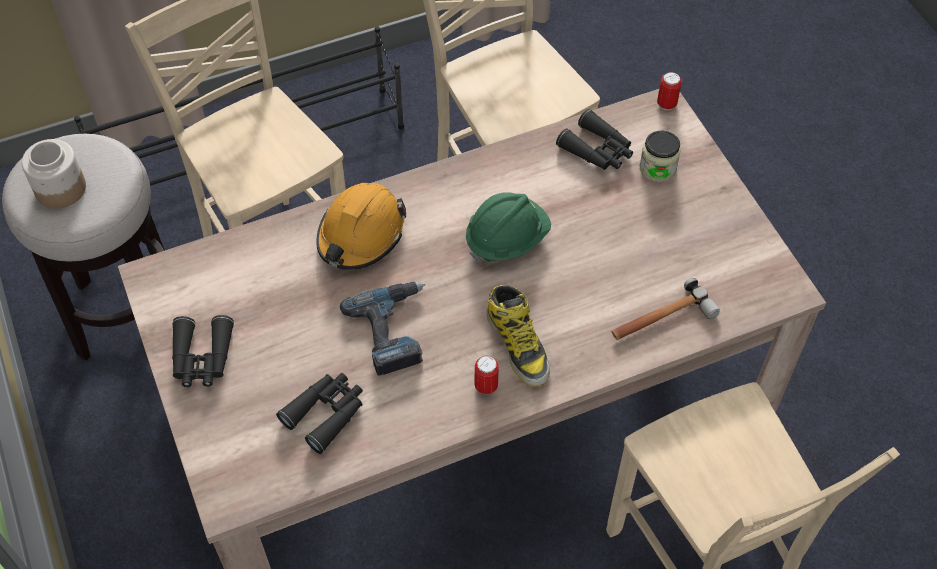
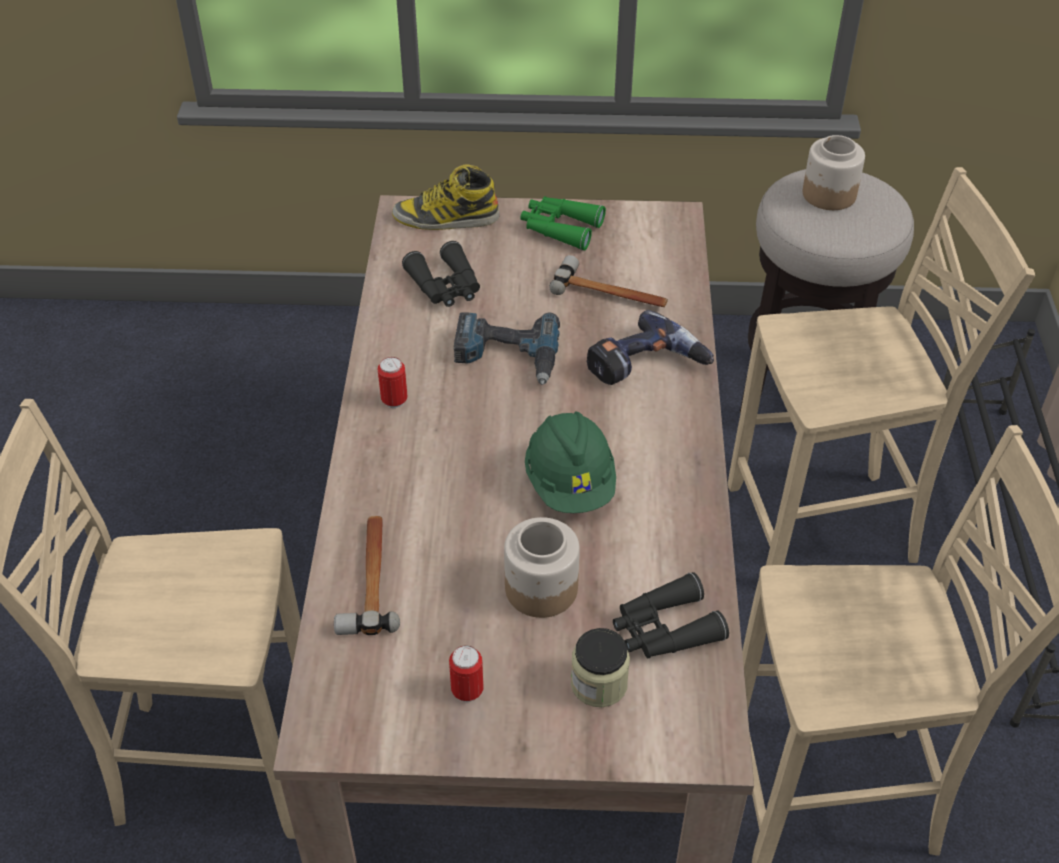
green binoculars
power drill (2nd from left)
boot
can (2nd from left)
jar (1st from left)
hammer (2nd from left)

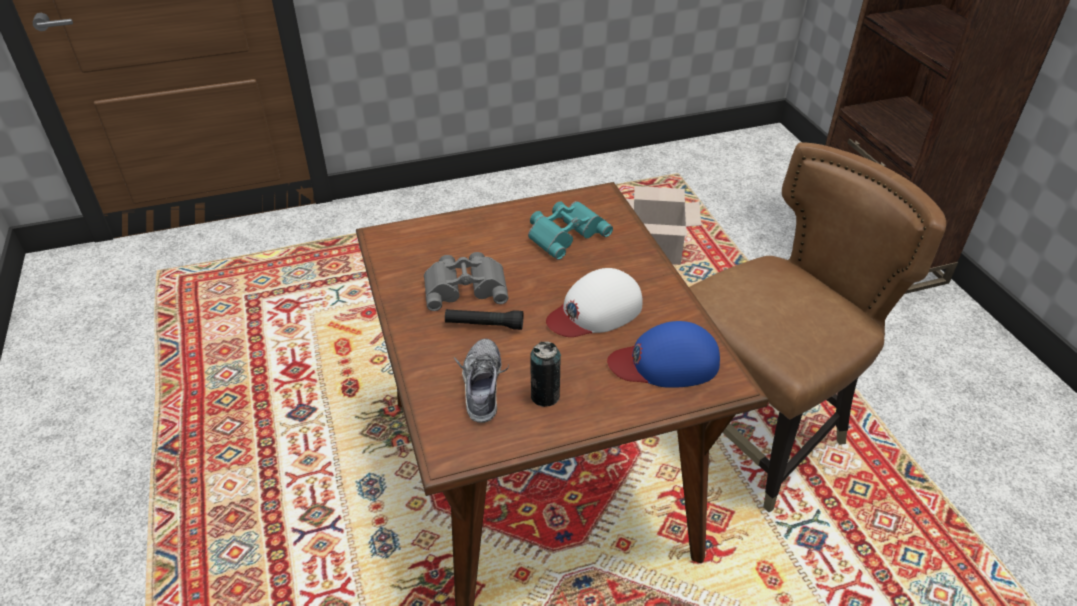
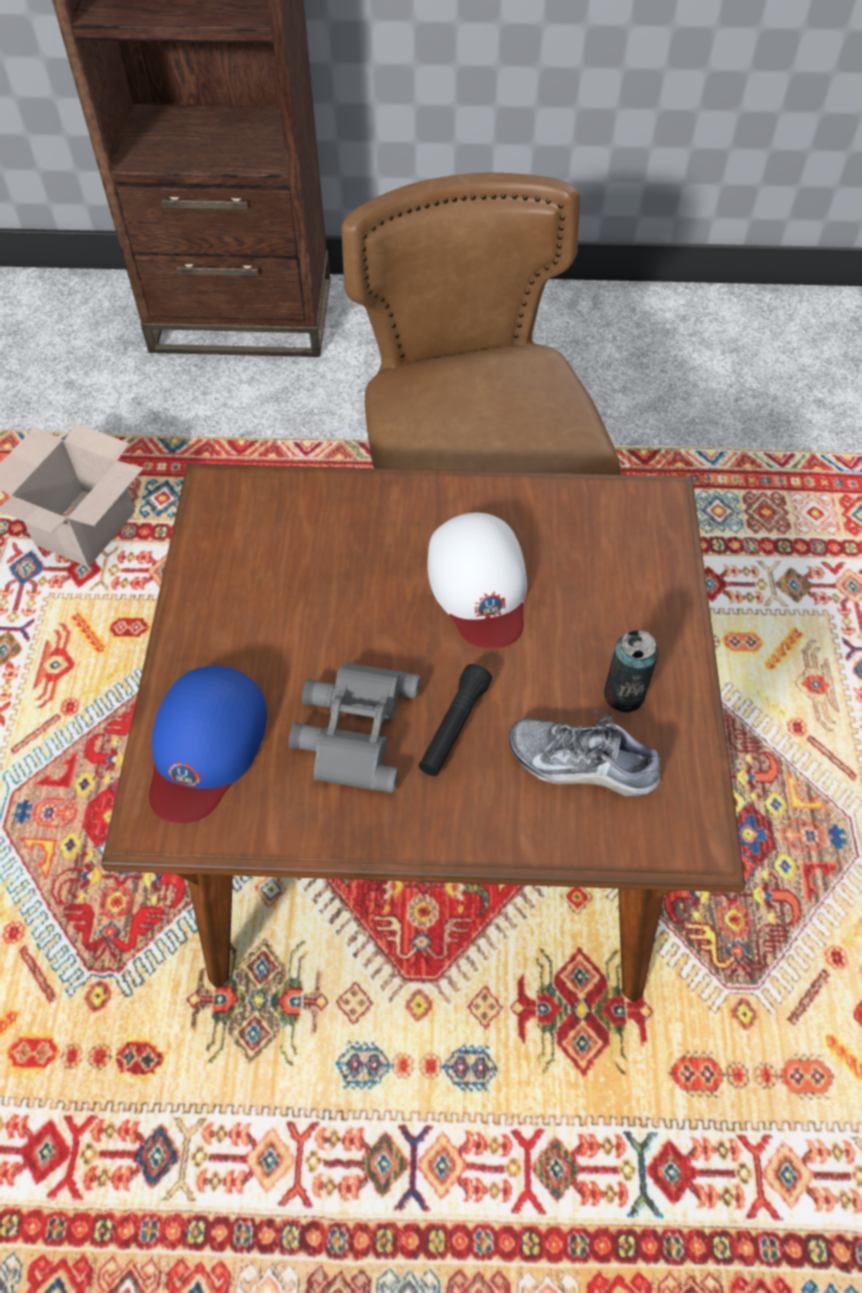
turquoise binoculars
blue cap

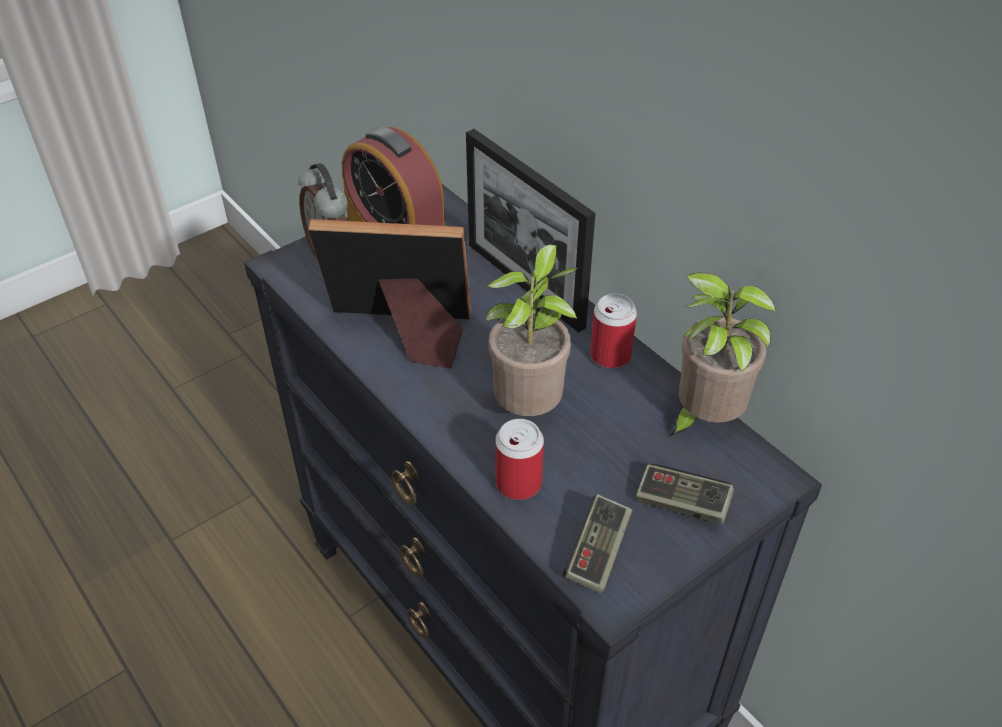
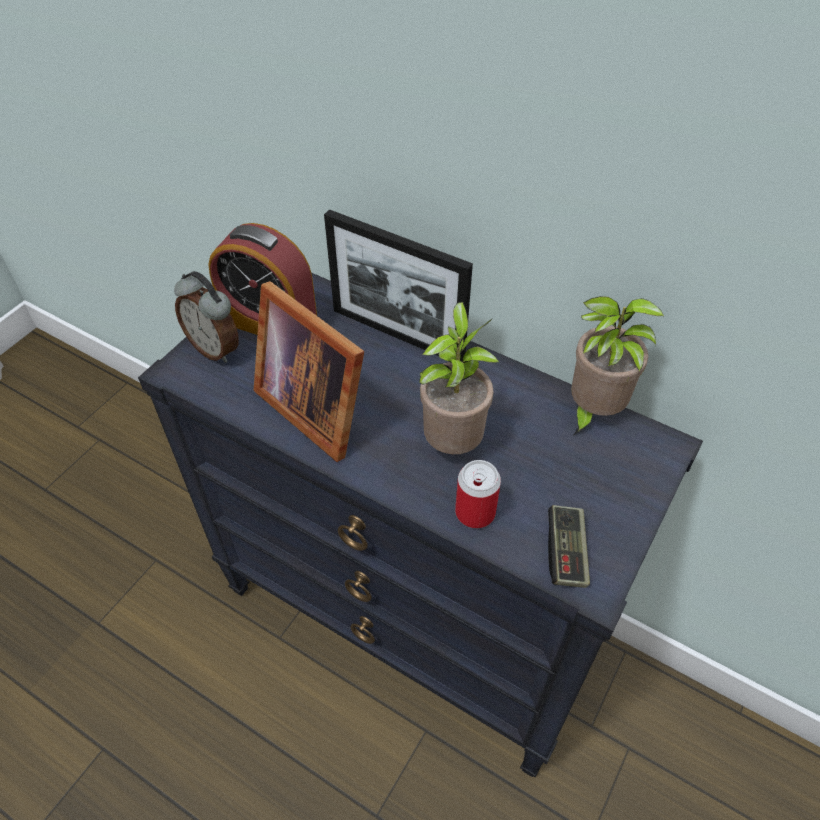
picture frame (1st from left)
can (2nd from left in the first image)
game controller (2nd from left in the first image)

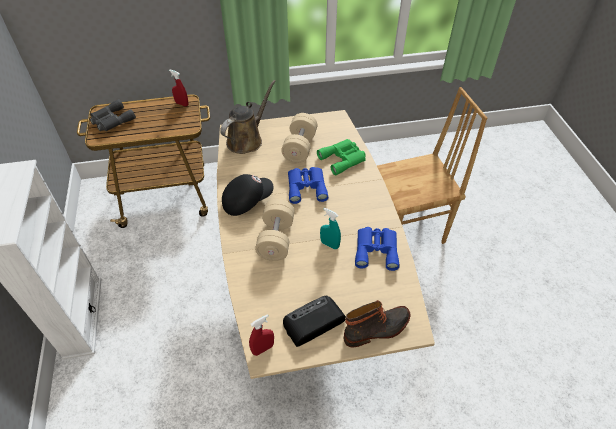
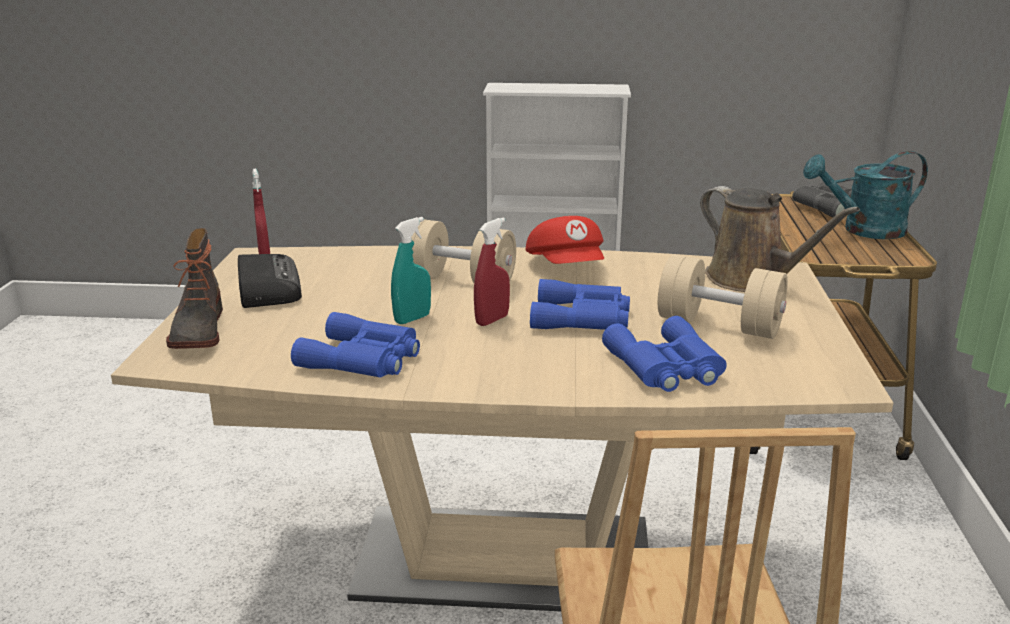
red spray bottle (2nd from left)
red cap
blue binoculars (3rd from left)
turquoise watering can

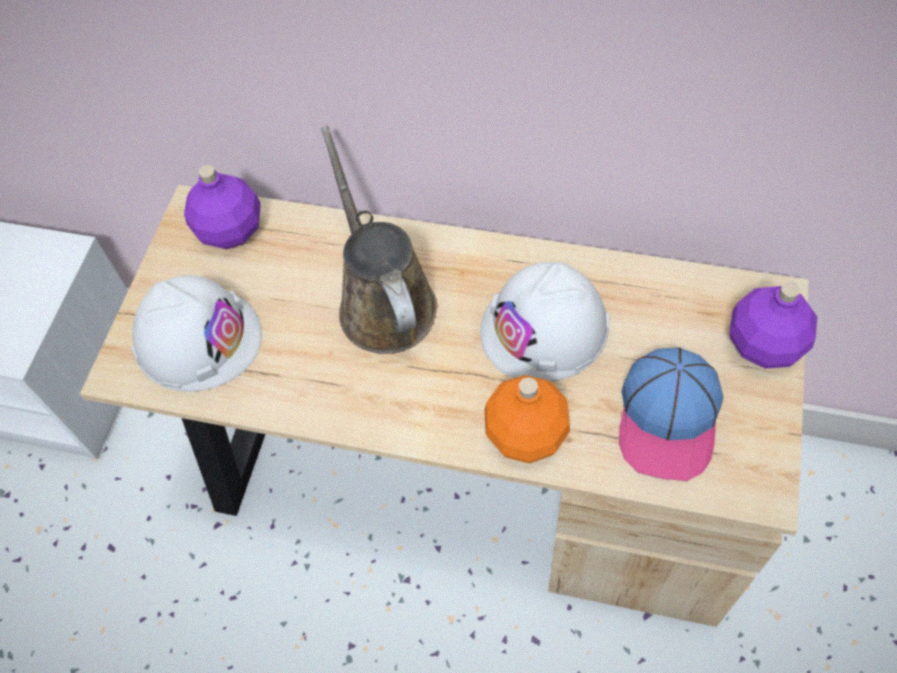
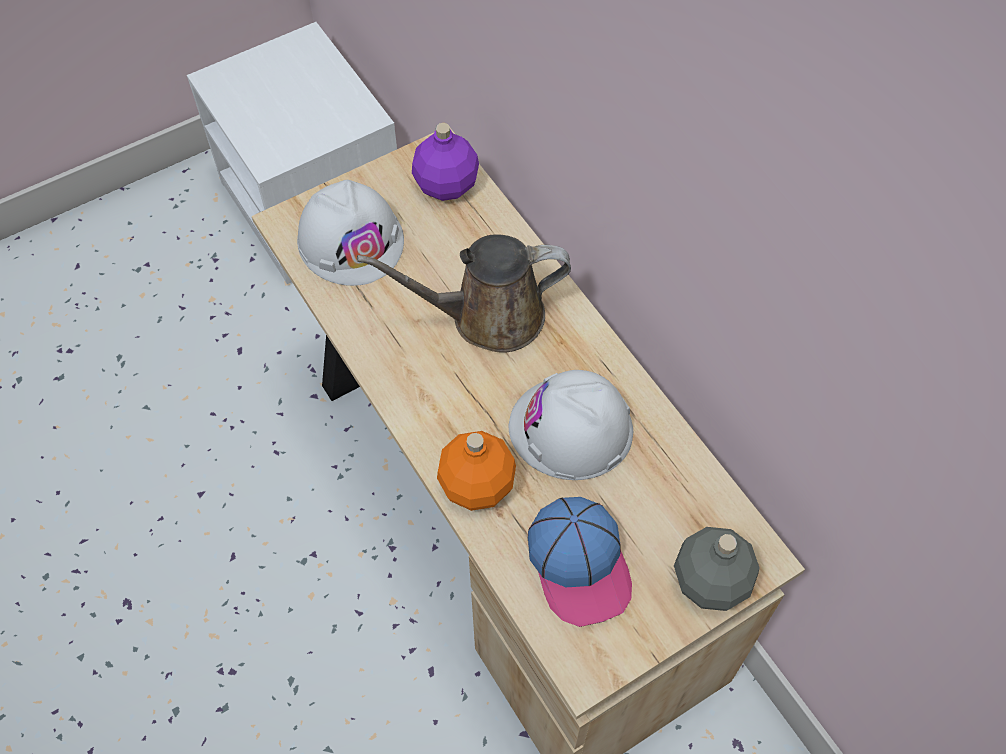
brown watering can
cap
grey bottle

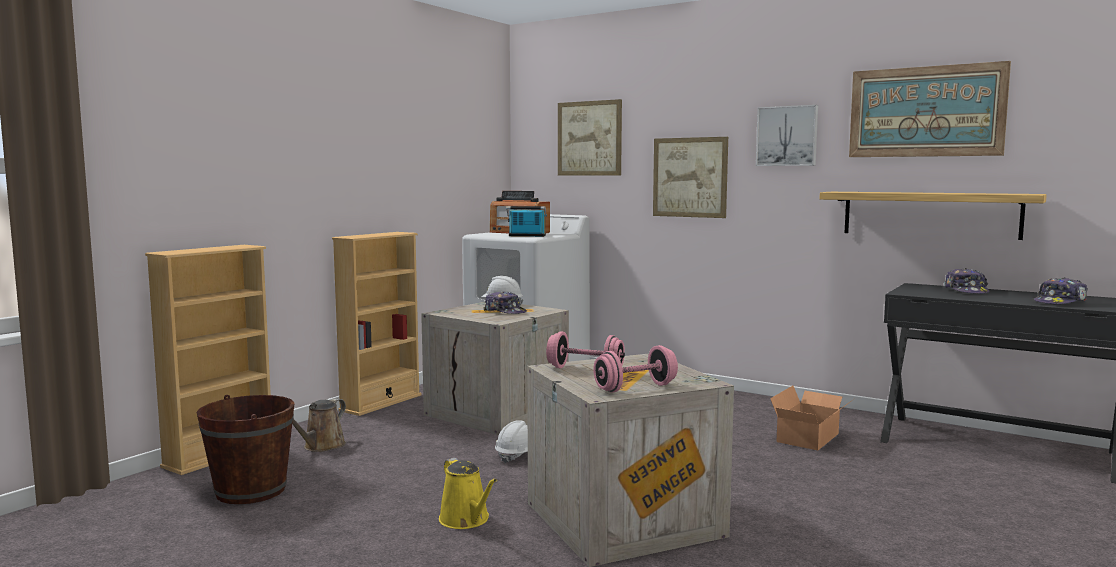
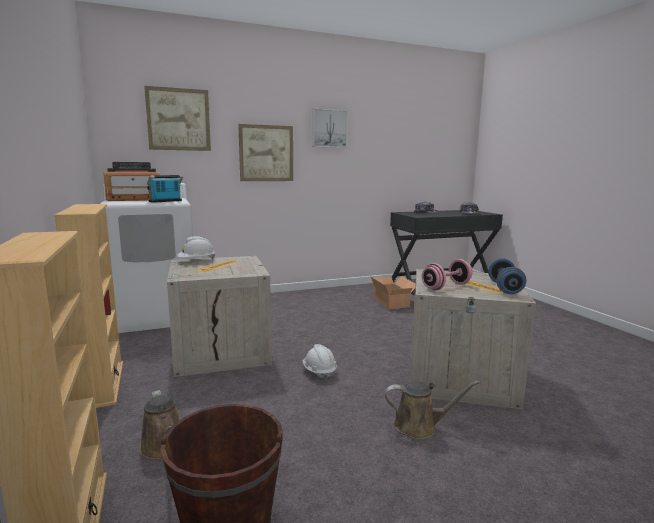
brown watering can (2nd from left)
cap (1st from left in the first image)
blue dumbbell
shelf
picture (4th from left in the first image)

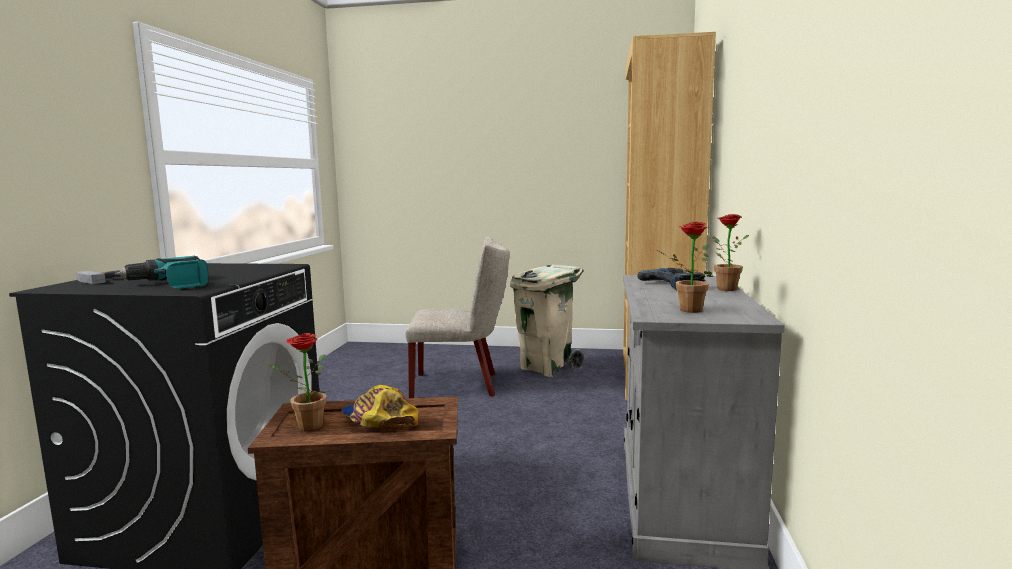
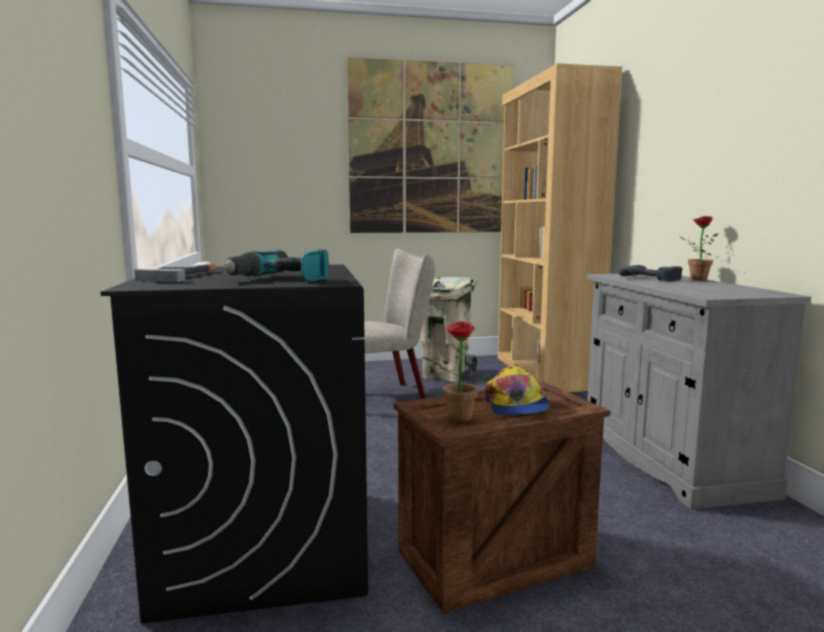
cap
potted plant (2nd from left in the first image)
picture

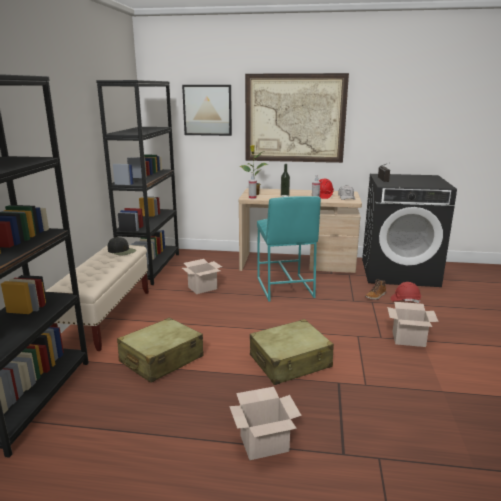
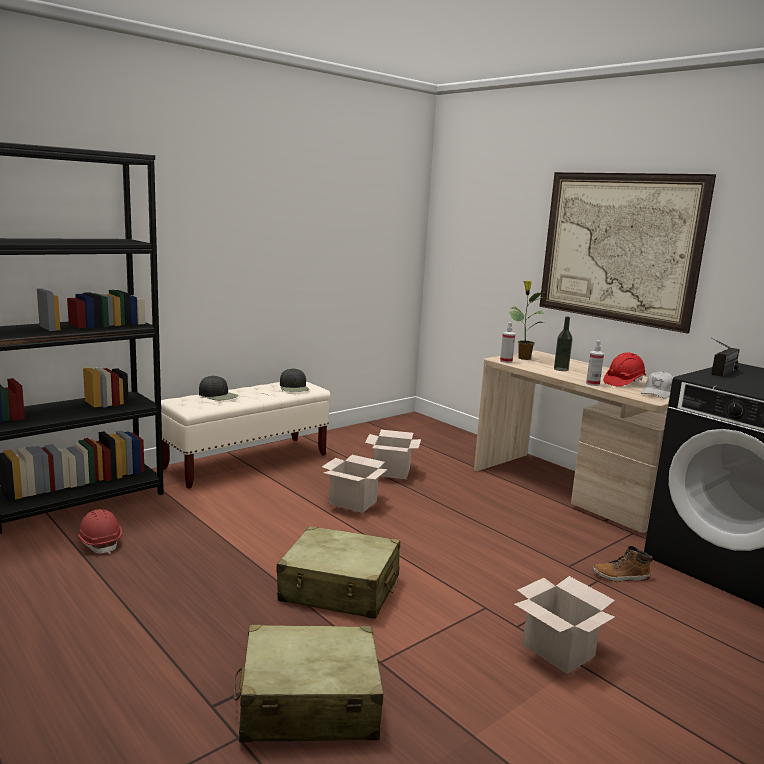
black bookcase (2nd from left in the first image)
beige suitcase (1st from left)
picture (1st from left in the first image)
cardboard box (1st from left)
turquoise stool
red hard hat (1st from left)
black cap (1st from left)

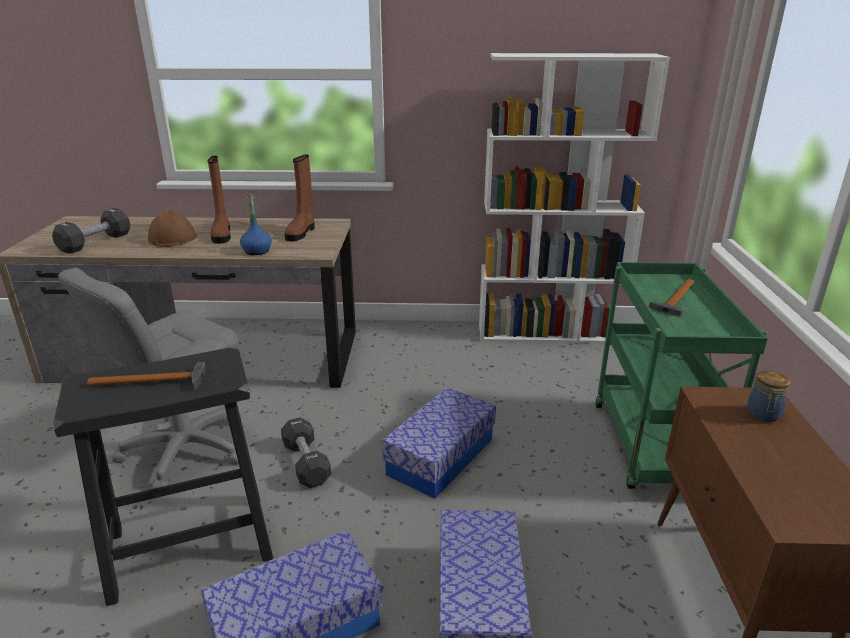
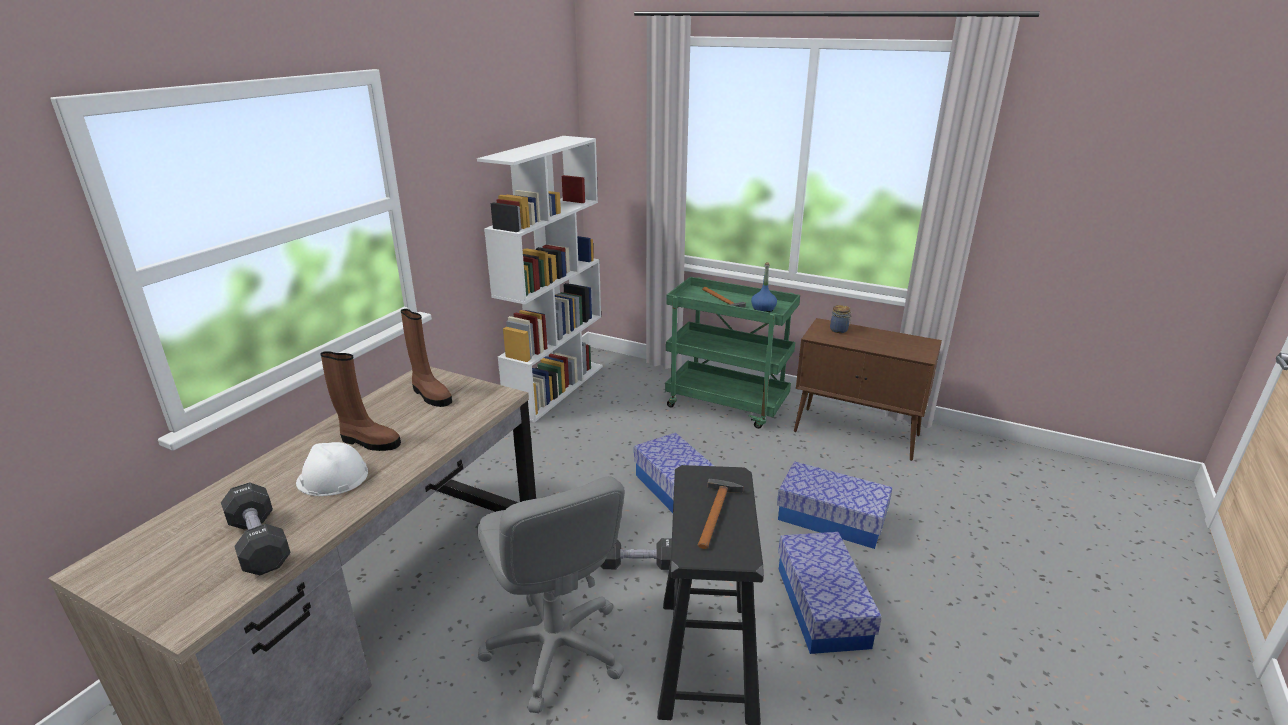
white hard hat
blue bottle

